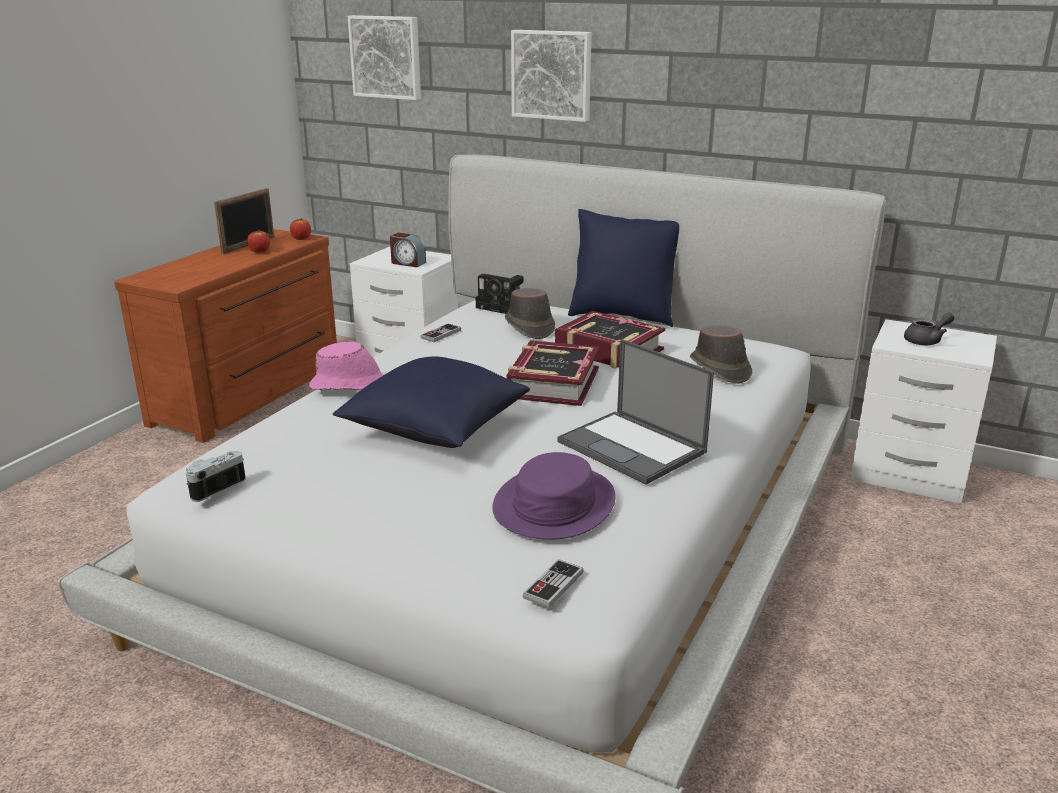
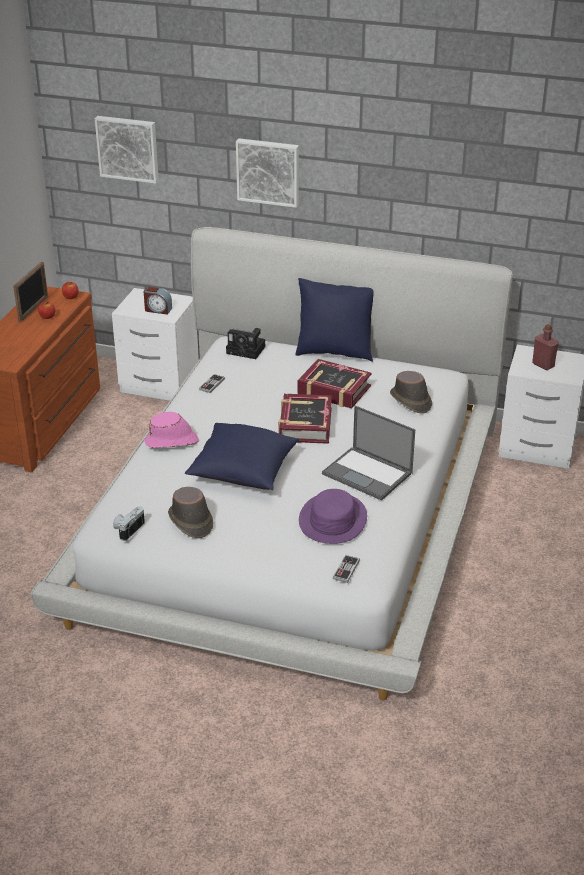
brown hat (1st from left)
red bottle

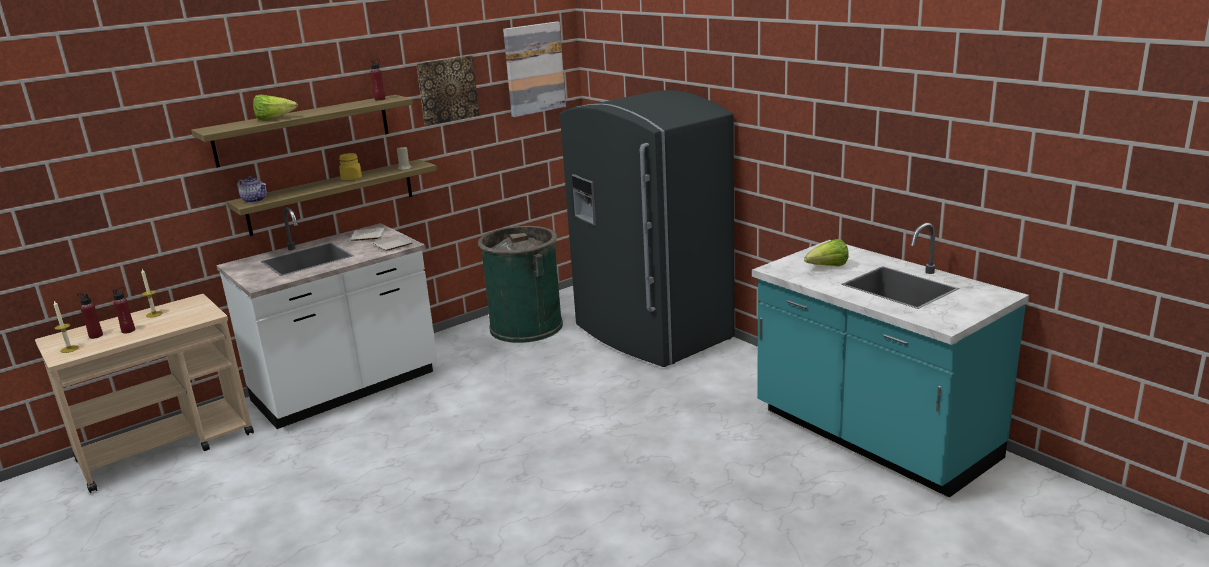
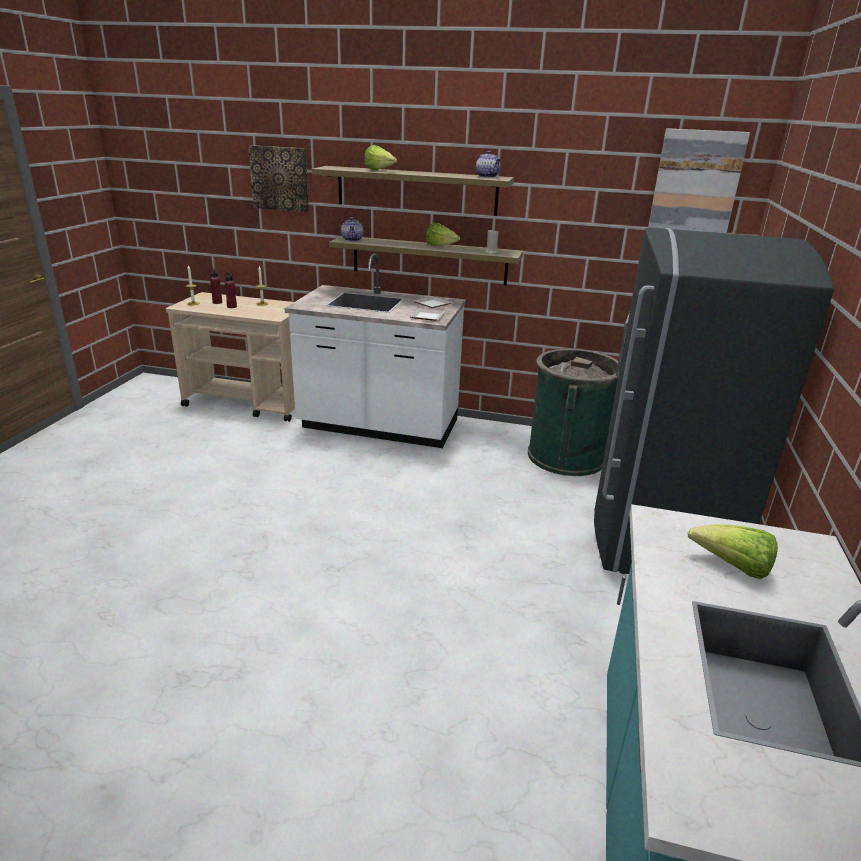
lettuce (2nd from left)
teapot (2nd from left)
picture (1st from left)

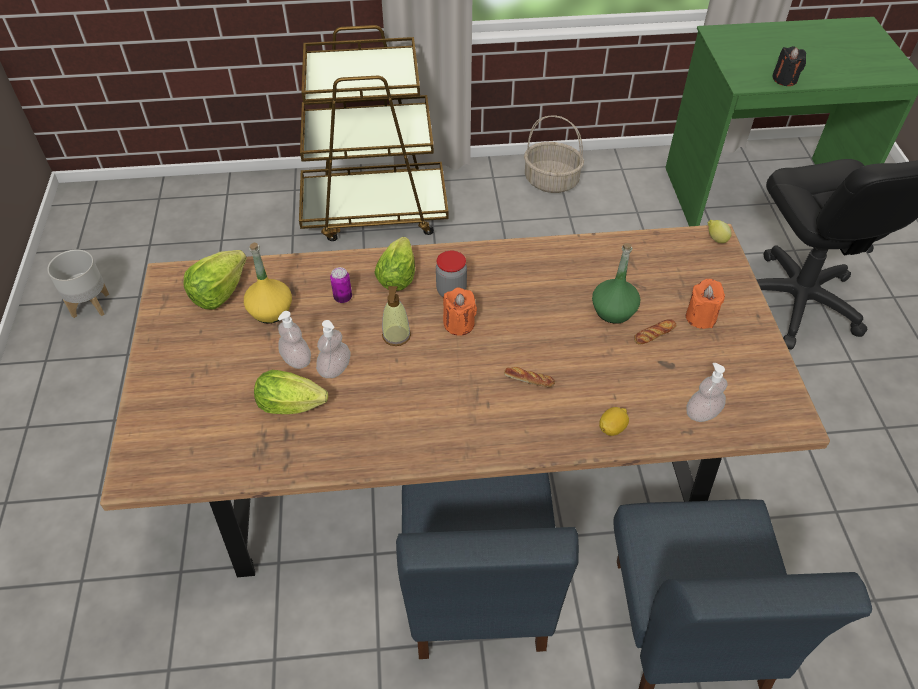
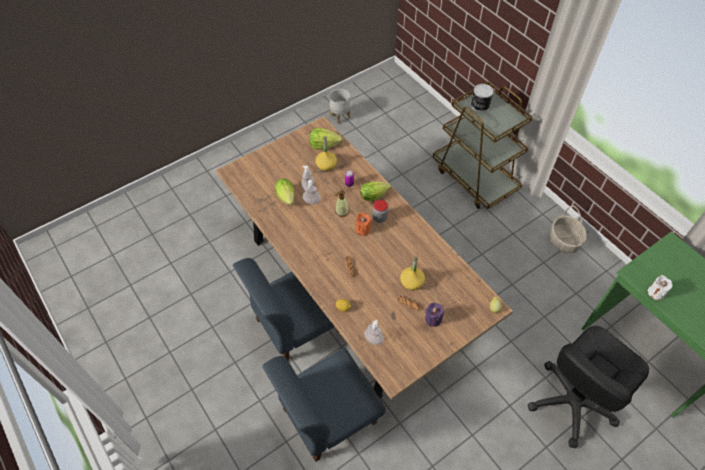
yellow bottle (2nd from left)
purple candle
white candle
can (2nd from left)

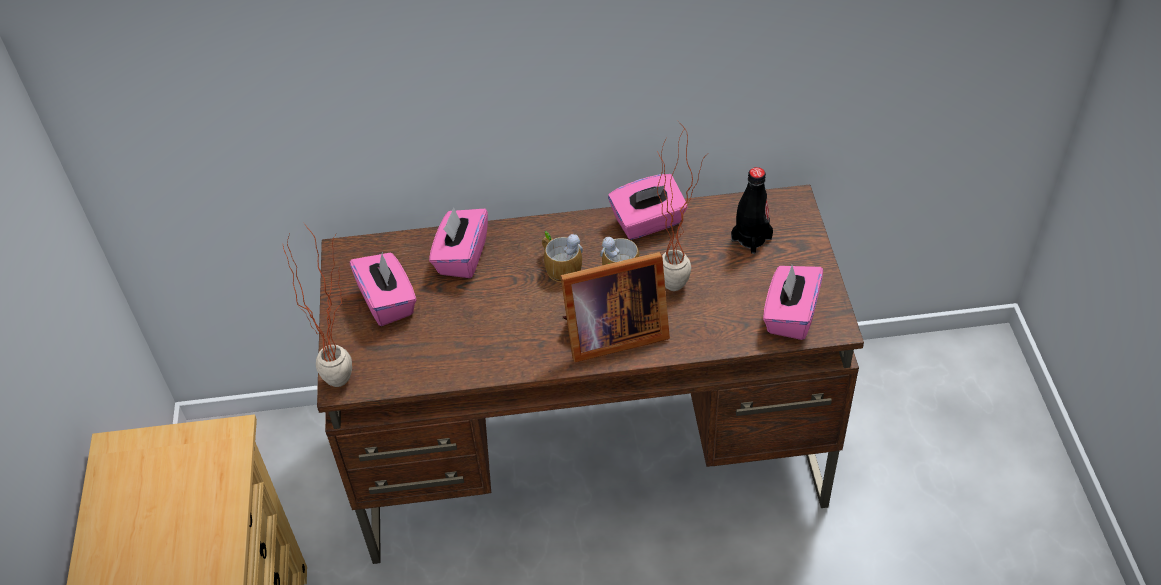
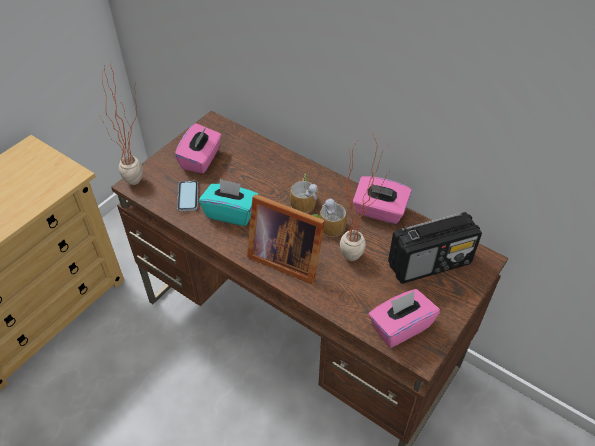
pink tissue box (2nd from left in the first image)
radio
phone
turquoise tissue box

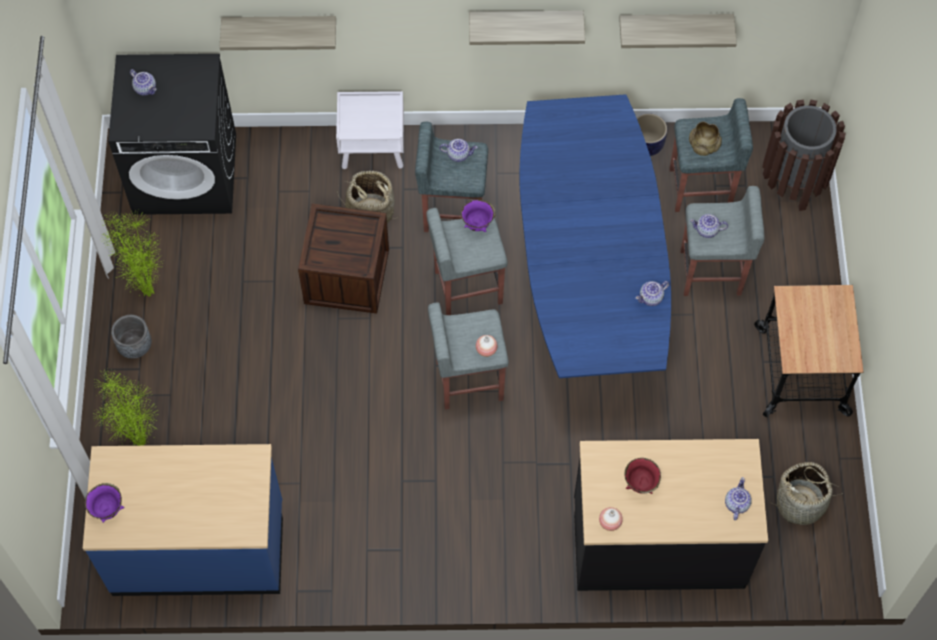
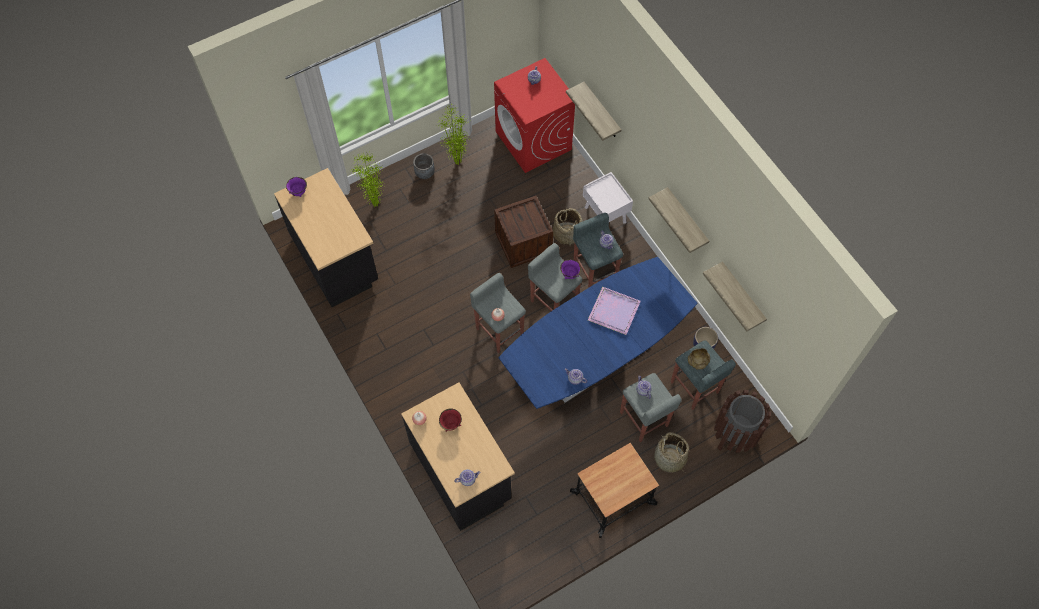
black counter (1st from left)
red washing machine
basket (2nd from left)
purple tray

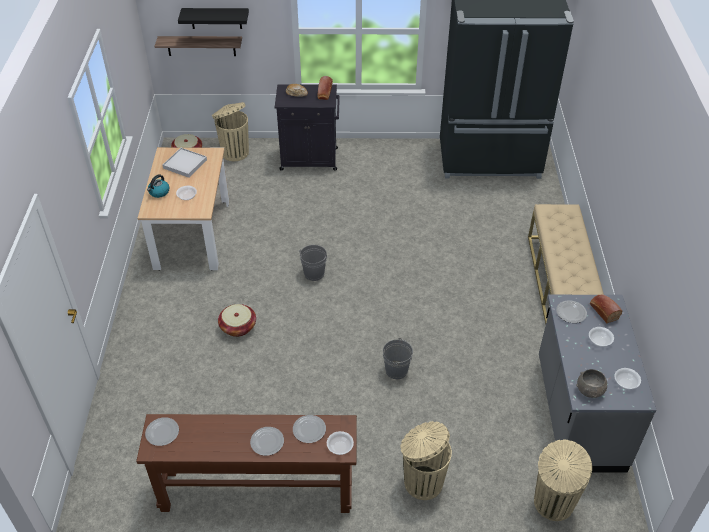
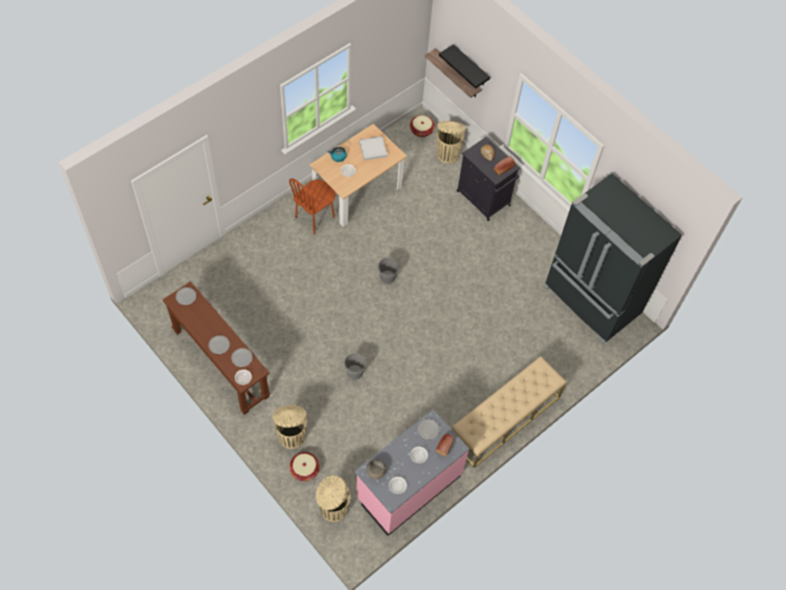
basket (1st from left)
pink counter
brown chair

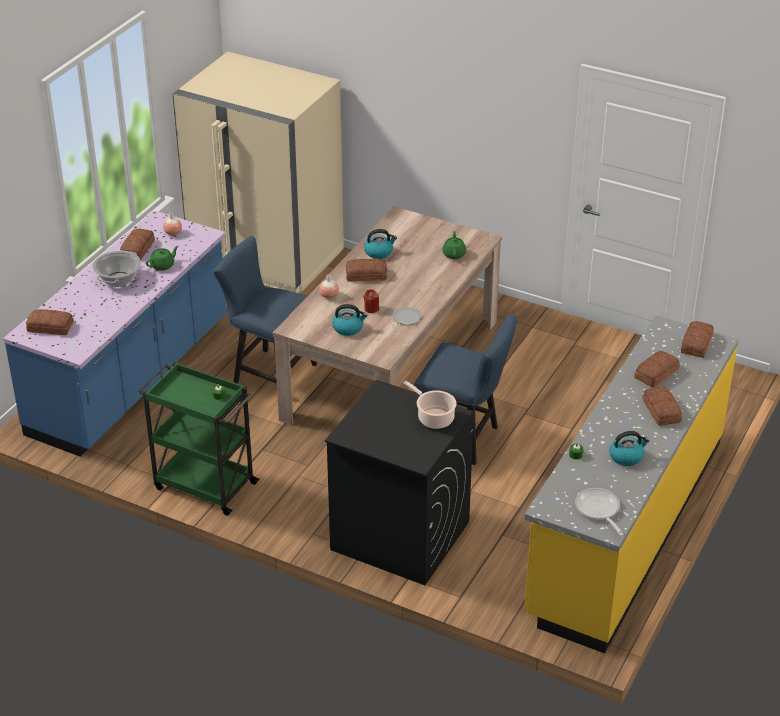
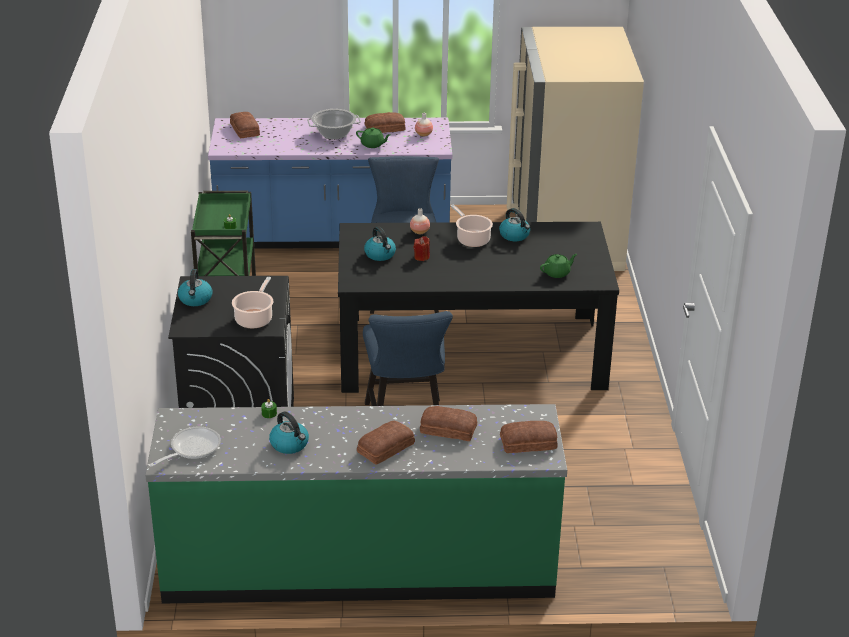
black dining table
cooking pot (3rd from left)
plate
green counter
kettle (1st from left)

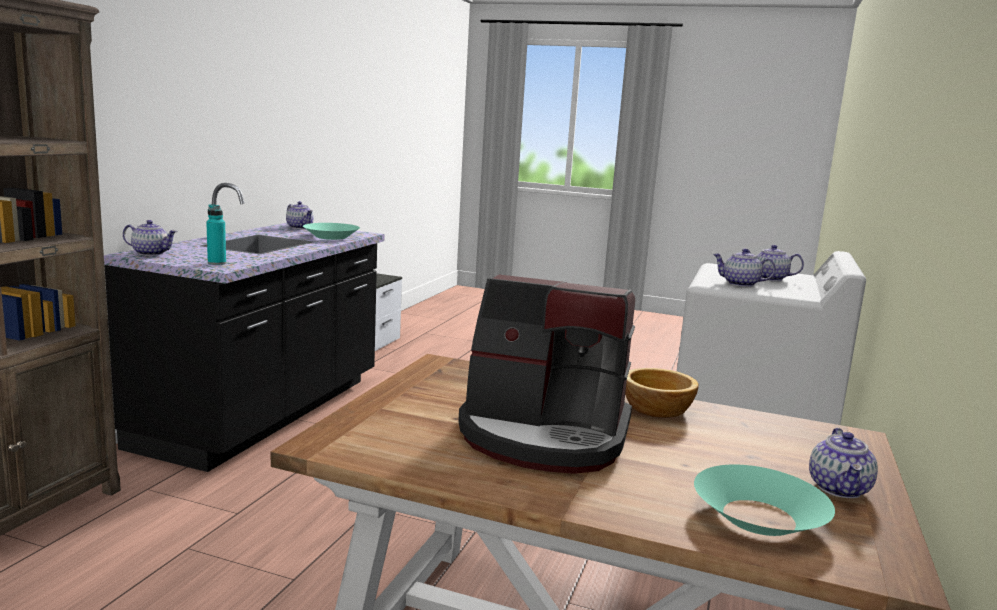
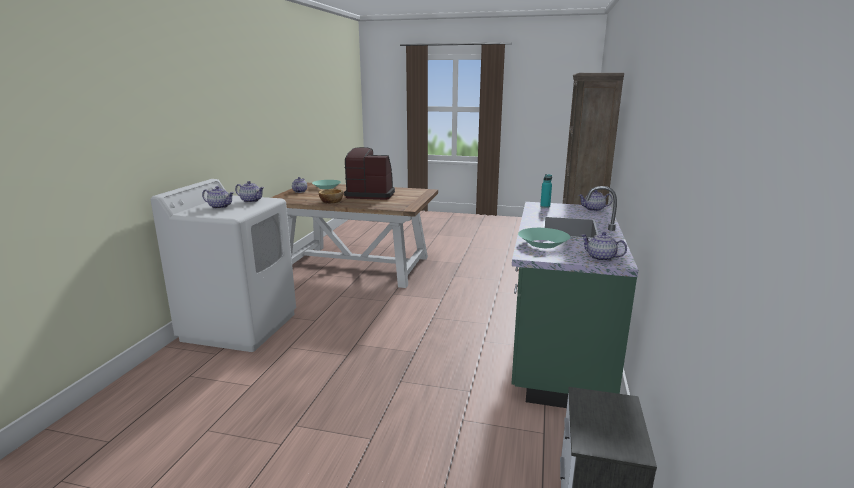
green counter

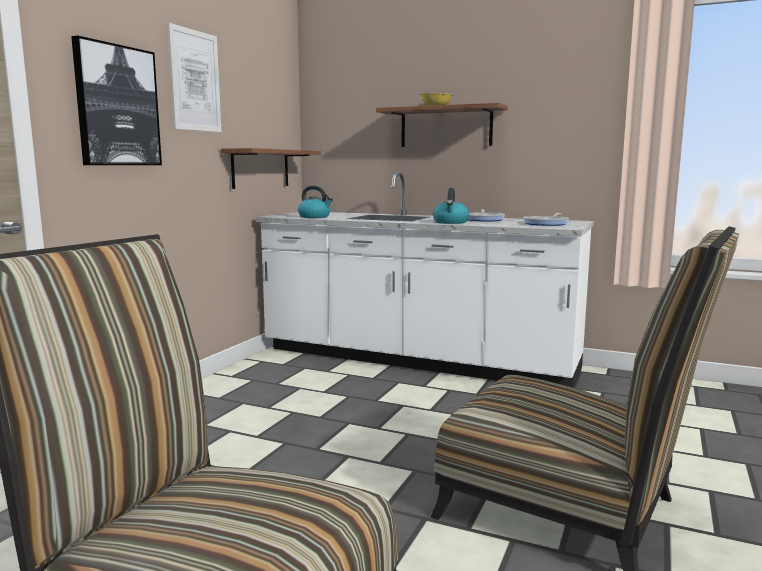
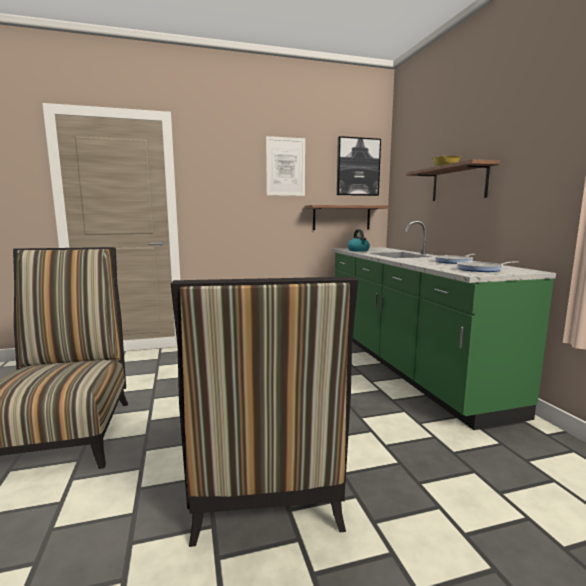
picture (2nd from left)
green counter
kettle (2nd from left in the first image)

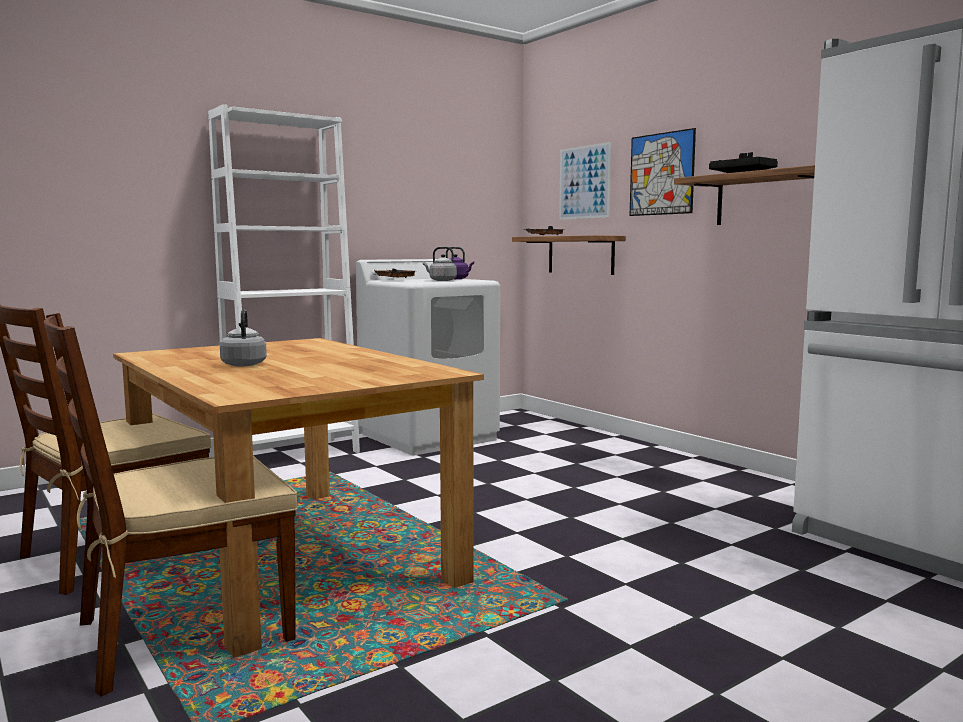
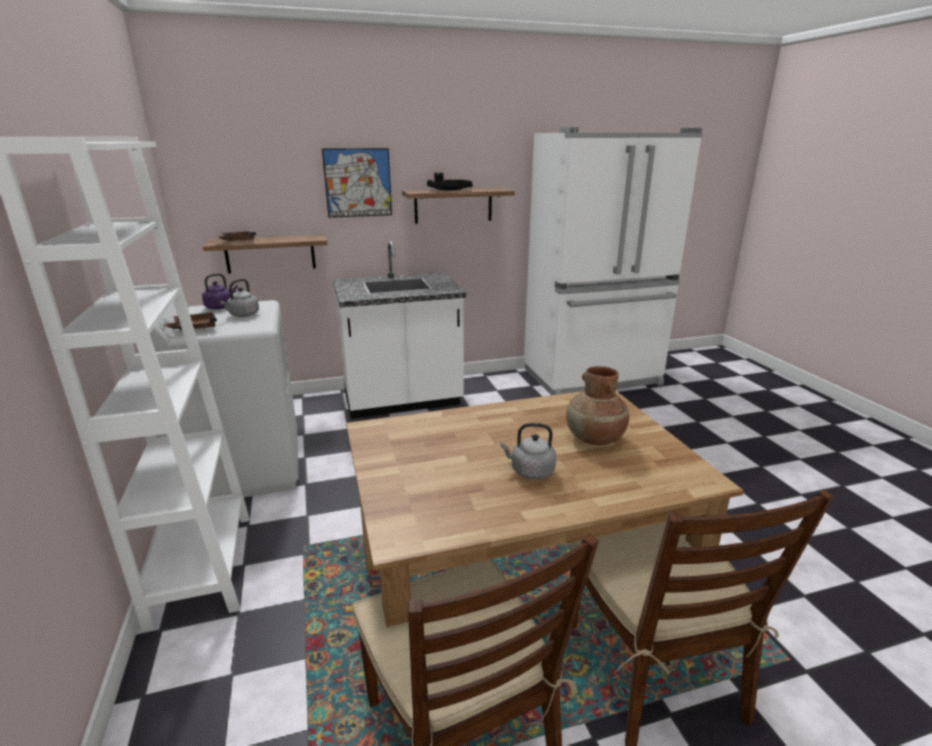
picture (1st from left in the first image)
white counter
brown vase

